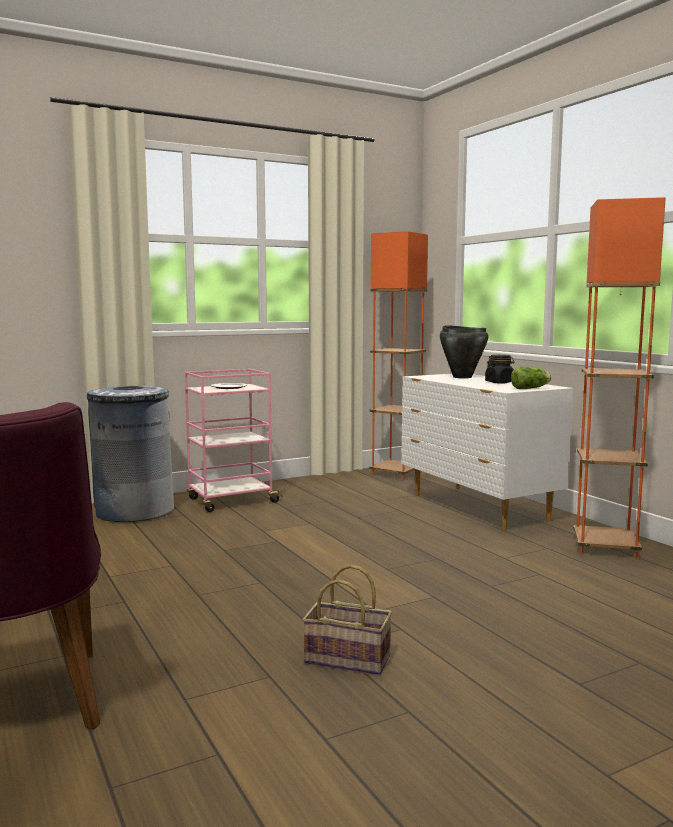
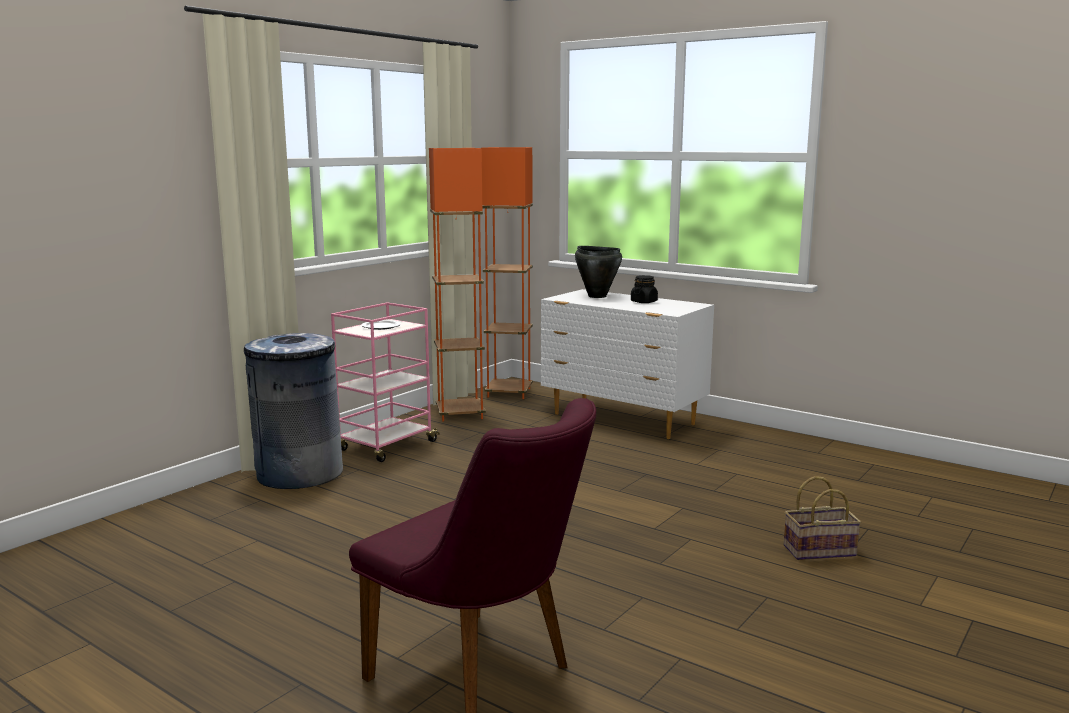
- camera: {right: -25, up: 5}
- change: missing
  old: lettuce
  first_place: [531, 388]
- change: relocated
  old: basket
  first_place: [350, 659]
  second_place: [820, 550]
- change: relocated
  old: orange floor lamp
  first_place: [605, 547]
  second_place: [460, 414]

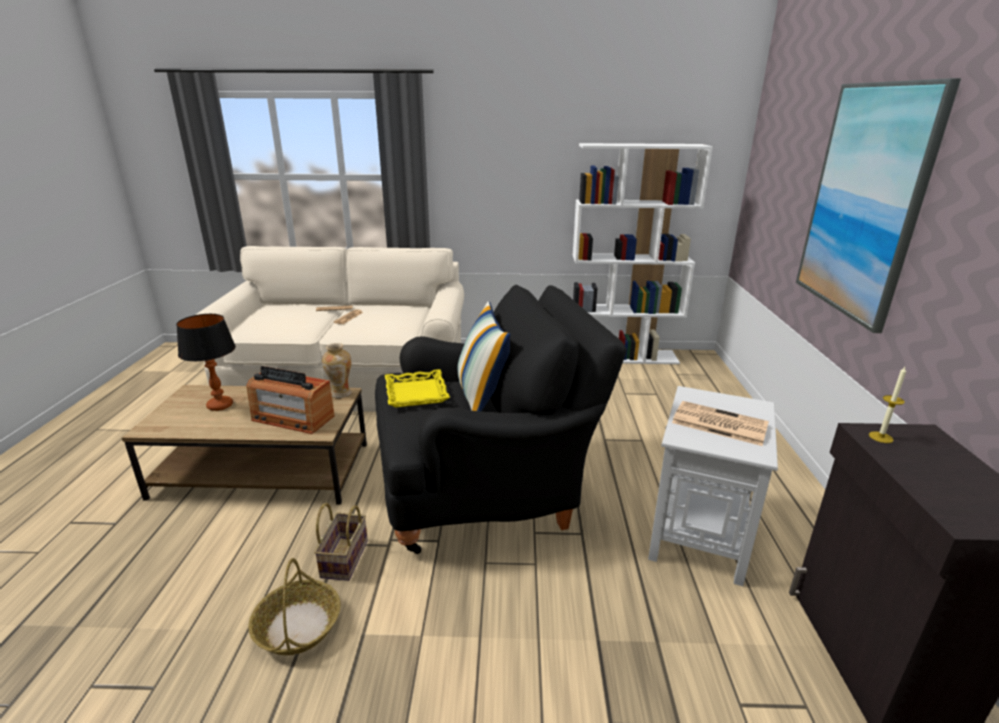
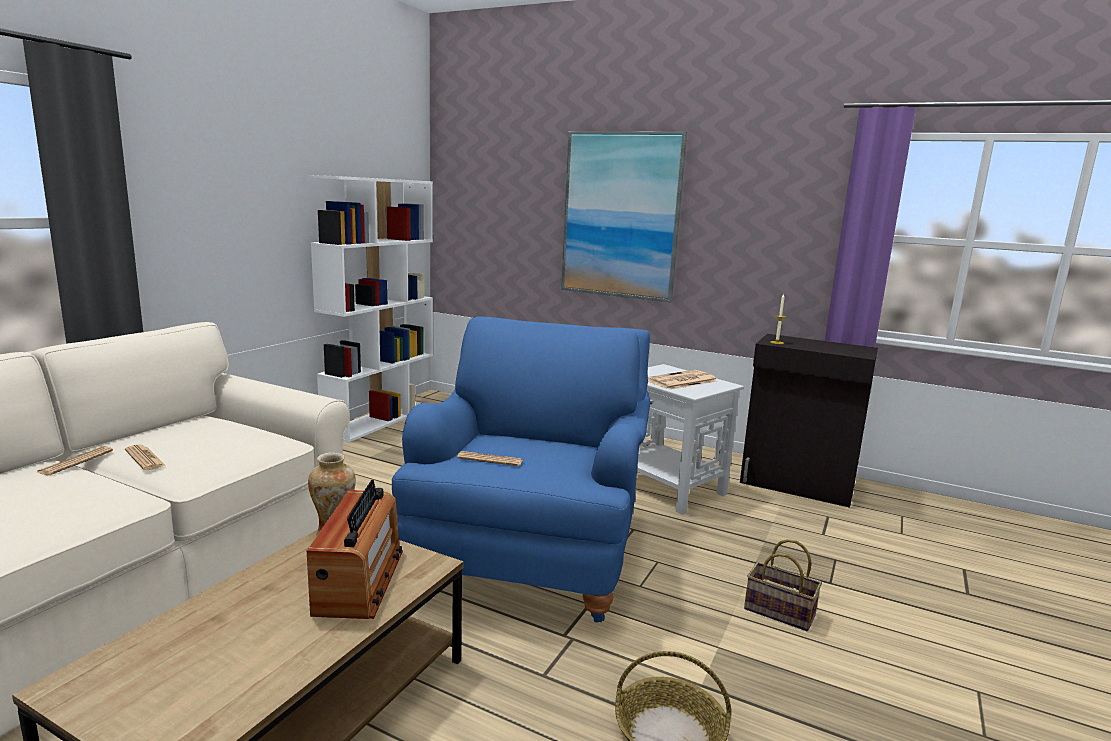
- camera: {right: -65, up: -10}
- change: missing
  old: table lamp
  first_place: [220, 406]
- change: missing
  old: pillow
  first_place: [482, 396]
- change: relocated
  old: basket
  first_place: [344, 557]
  second_place: [777, 612]
- change: exchanged
  old: yellow tray
  new: newspaper
  first_place: [417, 393]
  second_place: [490, 459]
- change: colour
  old: black armchair
  new: blue armchair
  first_place: [486, 490]
  second_place: [530, 554]
- change: spun
  old: radio
  first_place: [292, 418]
  second_place: [359, 581]
  degrees: -45

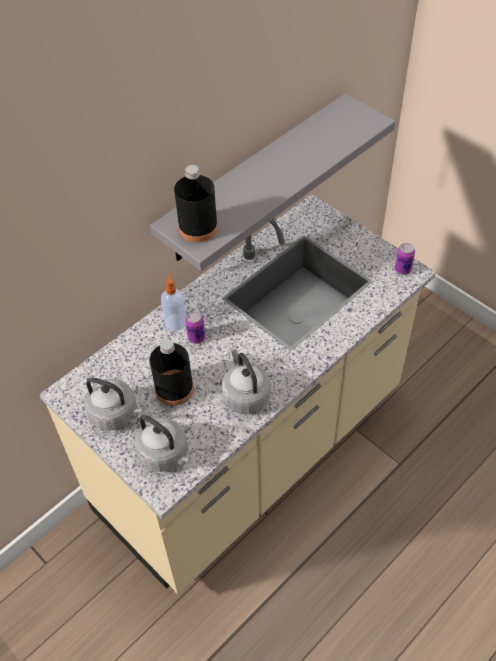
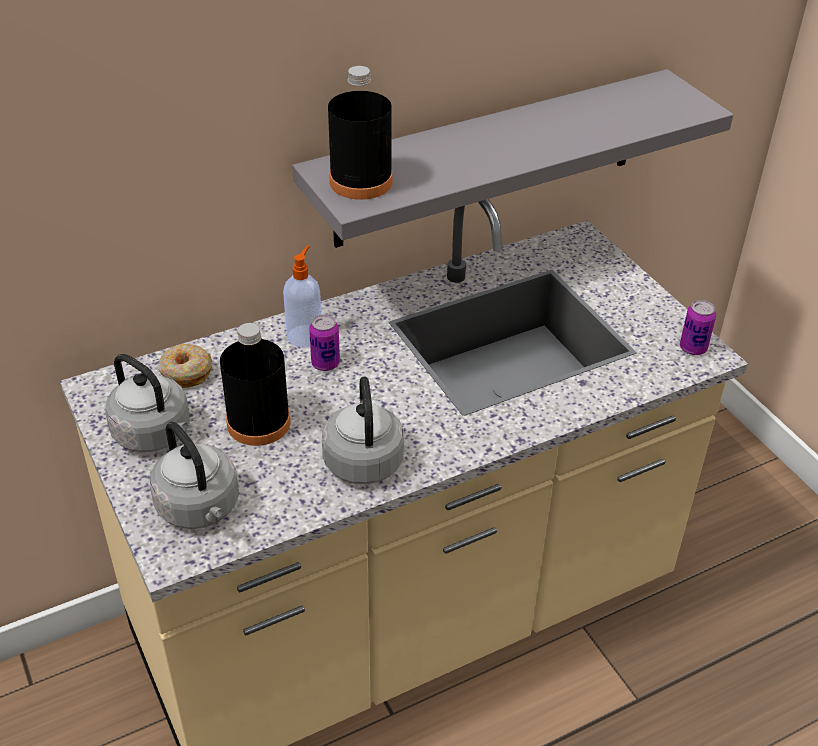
- camera: {right: 15, up: -10}
- change: appeared
  new: donut
  second_place: [186, 372]

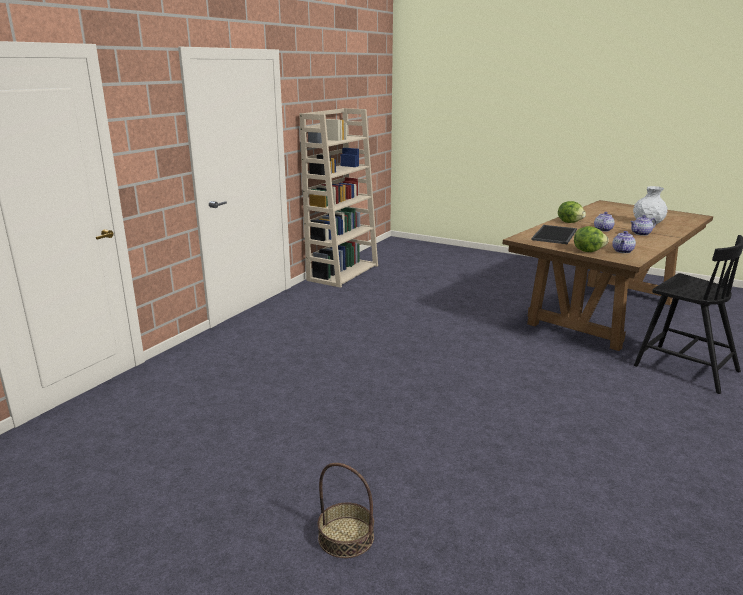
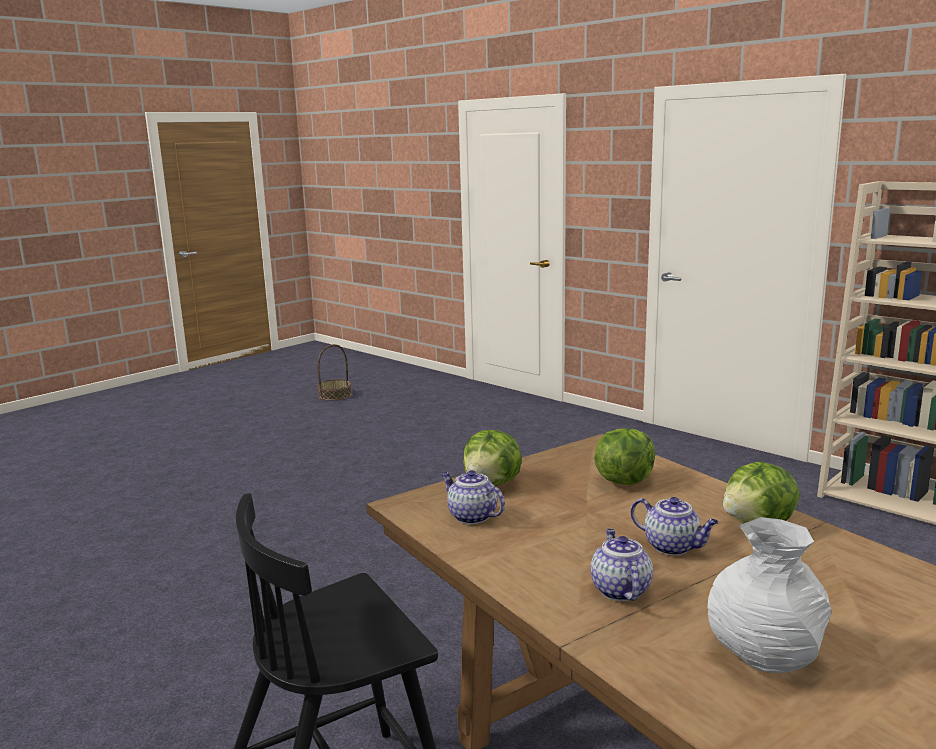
- camera: {right: 105, up: -5}
- change: relocated
  old: basket
  first_place: [346, 537]
  second_place: [335, 395]
- change: exchanged
  old: tray
  new: lettuce
  first_place: [555, 235]
  second_place: [624, 480]

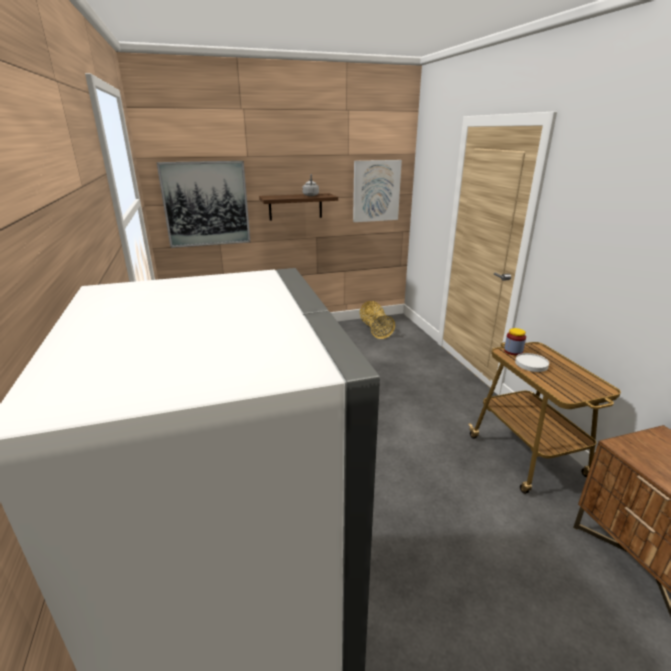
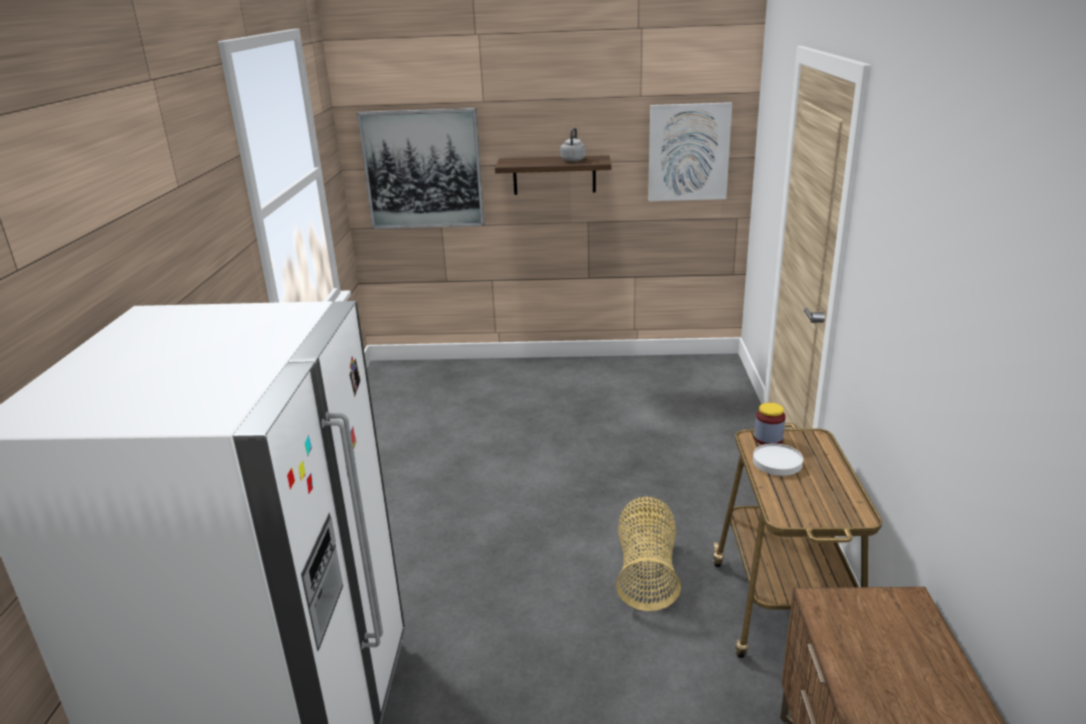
- camera: {right: 20, up: 0}
- change: relocated
  old: basket
  first_place: [375, 329]
  second_place: [647, 572]

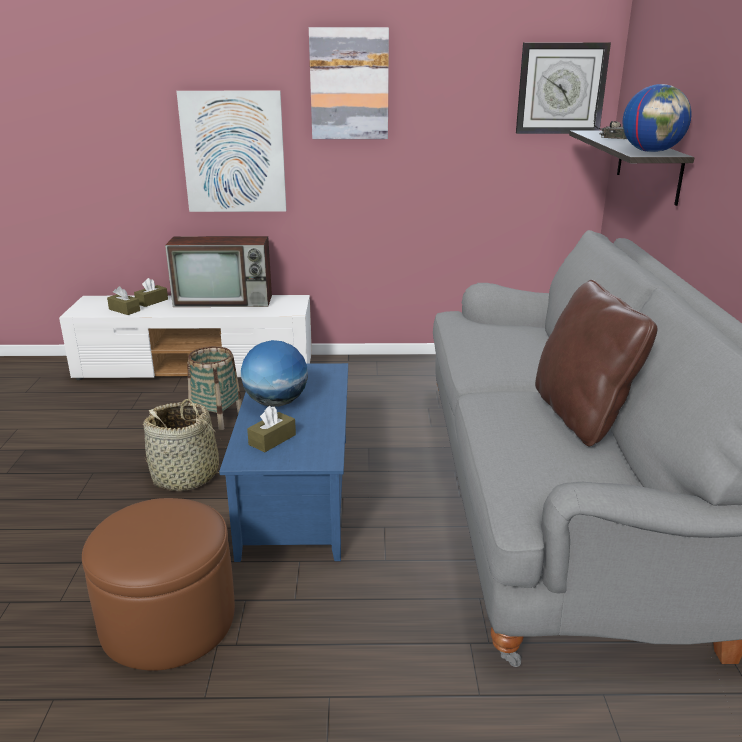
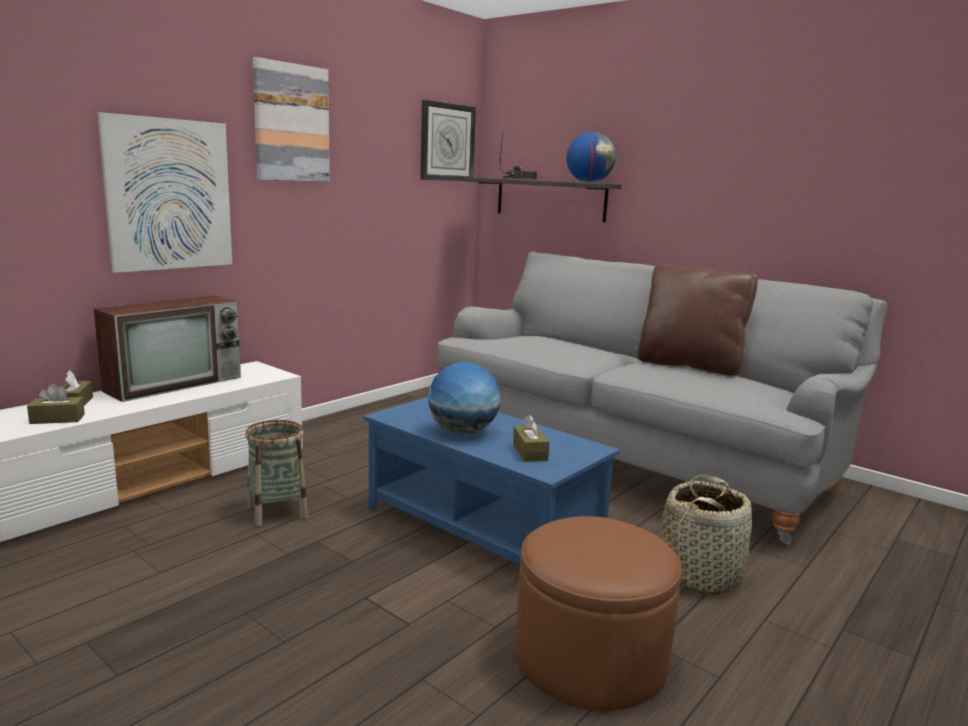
- camera: {right: -50, up: -10}
- change: relocated
  old: basket
  first_place: [186, 476]
  second_place: [701, 574]

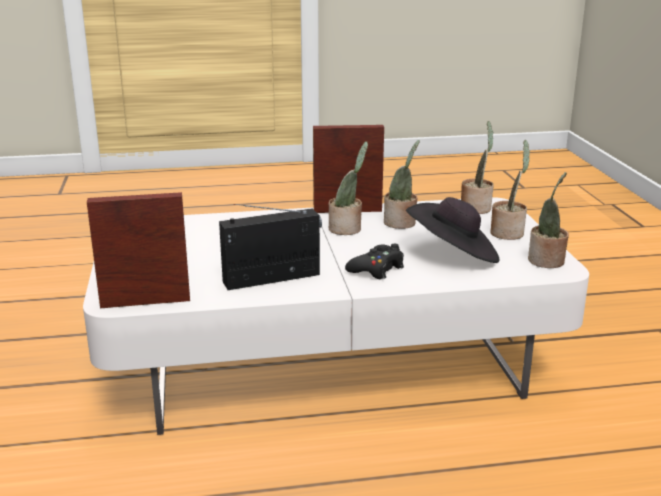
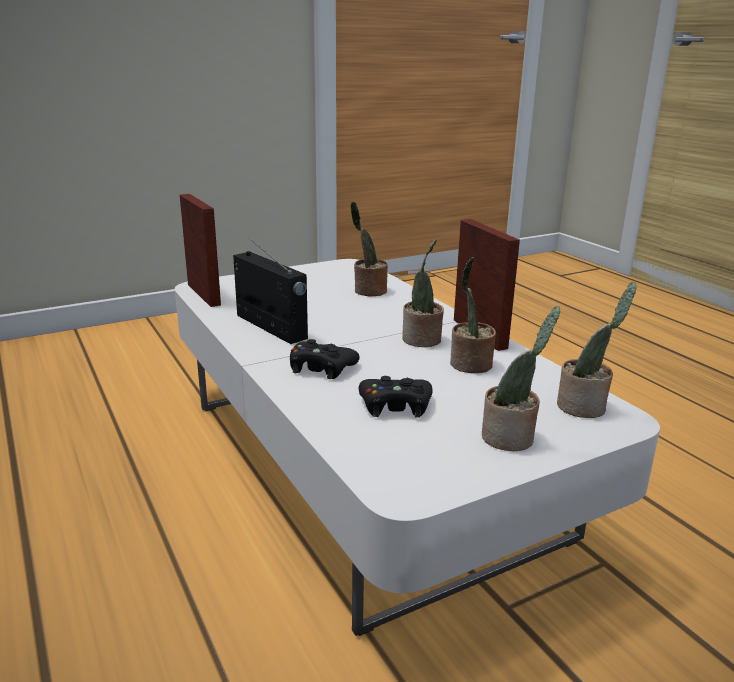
- camera: {right: 70, up: 0}
- change: relocated
  old: potted plant
  first_place: [546, 262]
  second_place: [368, 291]
- change: exchanged
  old: black hat
  new: black game controller
  first_place: [453, 255]
  second_place: [395, 406]

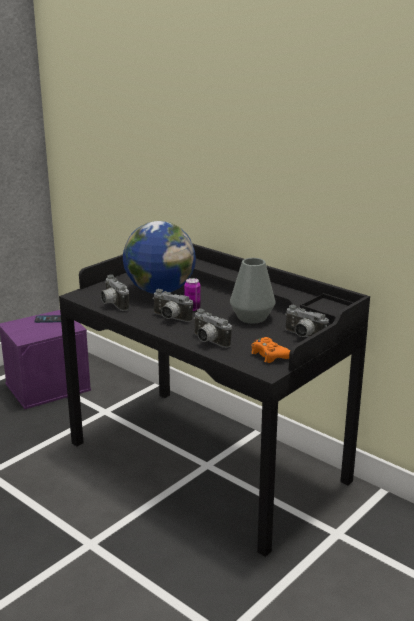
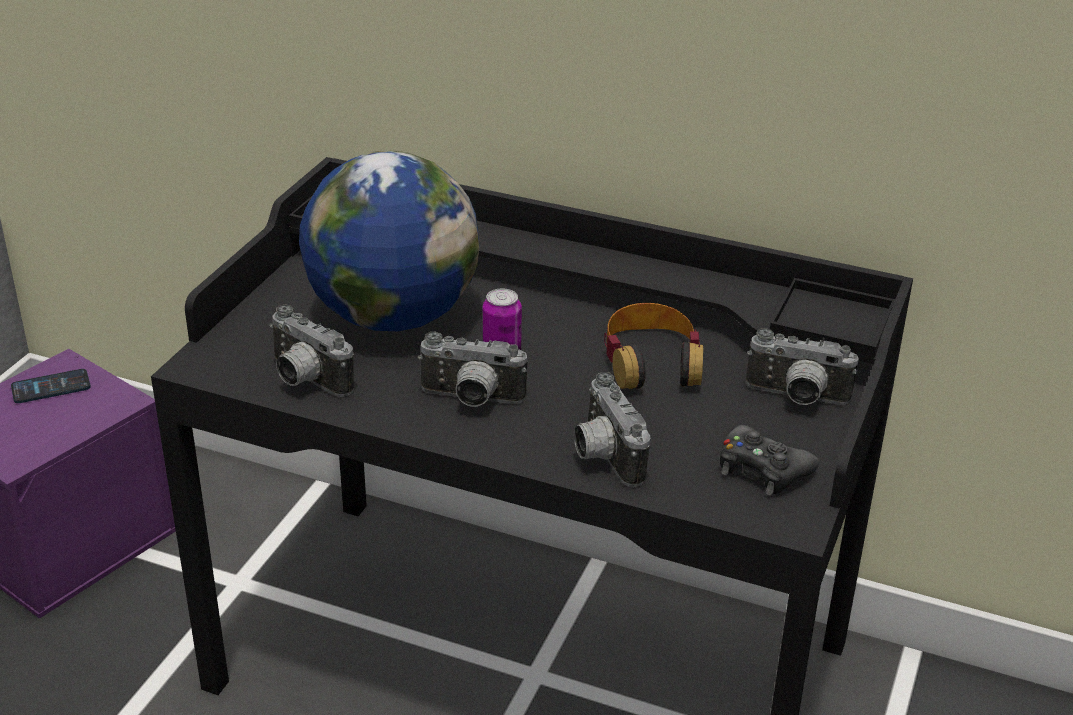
- camera: {right: -20, up: 10}
- change: exchanged
  old: grey vase
  new: headphones
  first_place: [252, 317]
  second_place: [652, 361]
- change: colour
  old: orange game controller
  new: black game controller
  first_place: [269, 355]
  second_place: [762, 470]
- change: spun
  old: photo camera
  first_place: [208, 341]
  second_place: [602, 456]
  degrees: 45

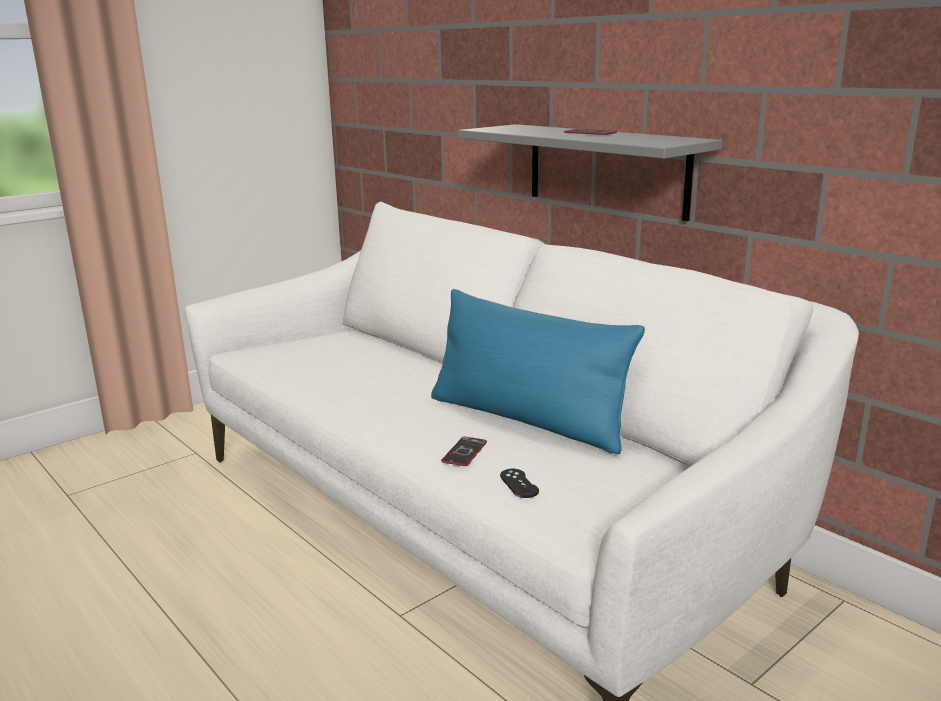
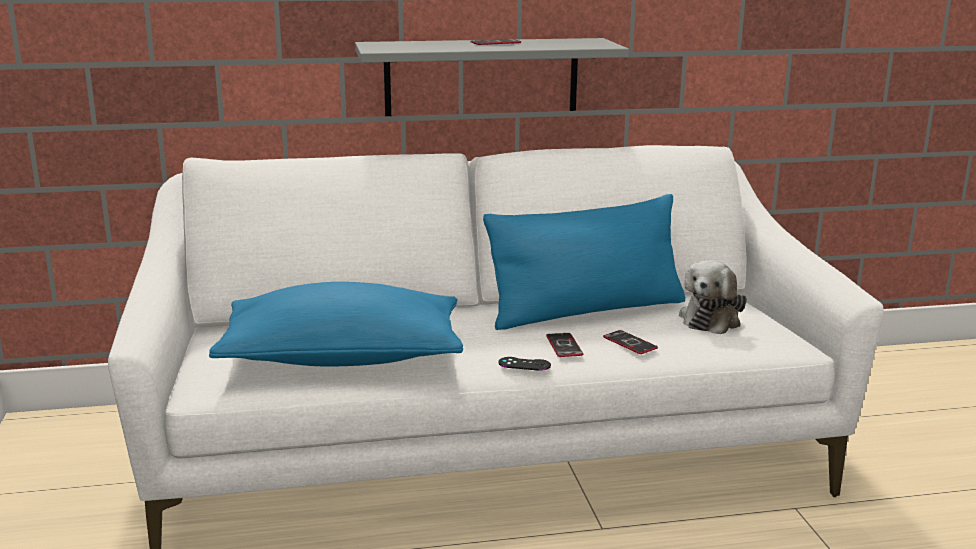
- camera: {right: -60, up: 0}
- change: appeared
  new: blue pillow
  second_place: [343, 358]
- change: appeared
  new: phone
  second_place: [564, 346]
- change: appeared
  new: plush toy
  second_place: [711, 319]
- change: relocated
  old: black game controller
  first_place: [519, 483]
  second_place: [524, 364]

